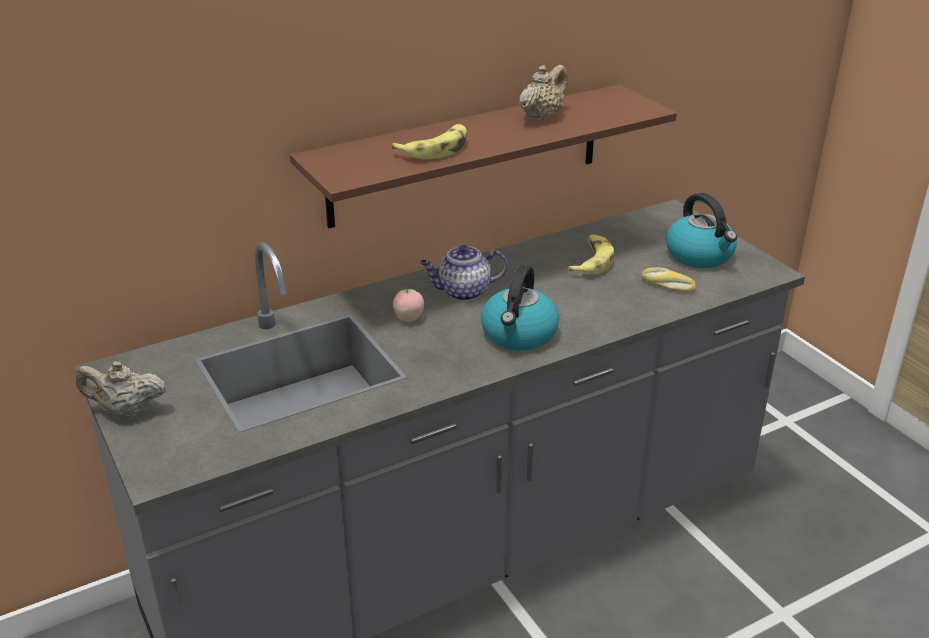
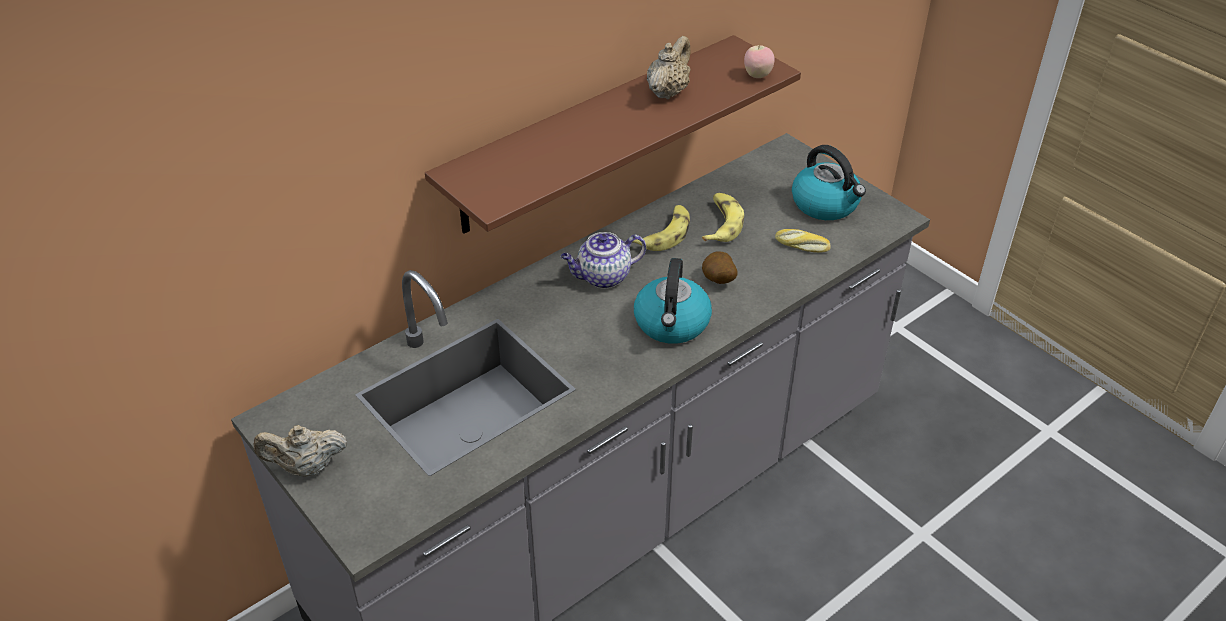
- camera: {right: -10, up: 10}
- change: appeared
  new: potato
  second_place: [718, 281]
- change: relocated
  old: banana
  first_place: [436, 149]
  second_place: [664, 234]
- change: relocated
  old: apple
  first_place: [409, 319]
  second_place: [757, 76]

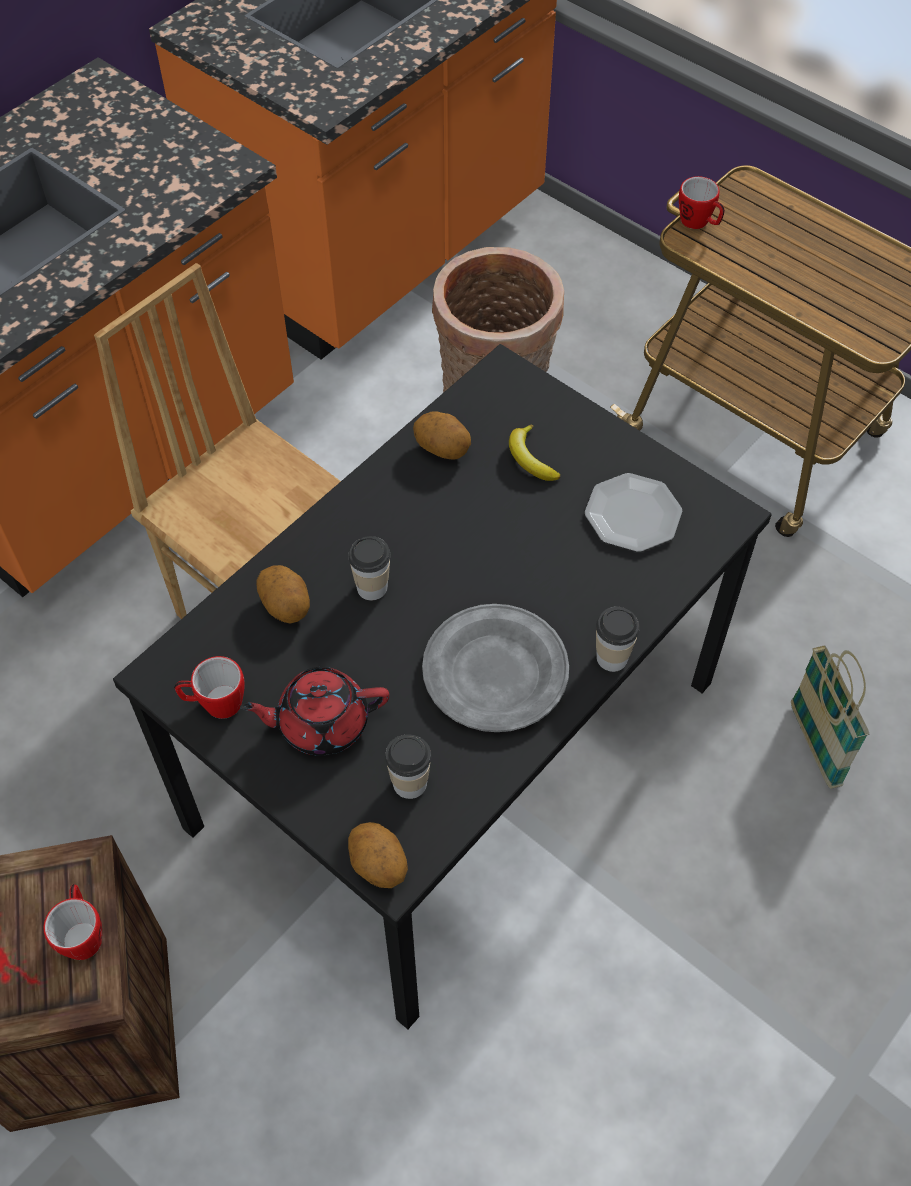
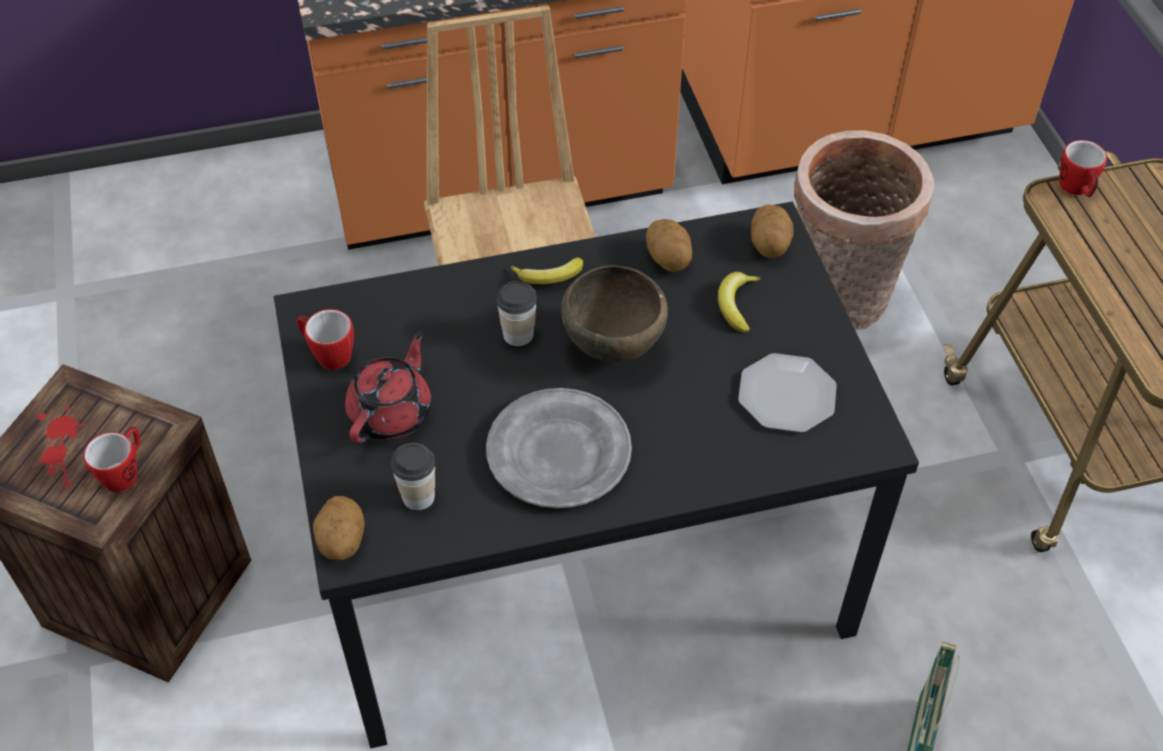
- camera: {right: 35, up: -5}
- change: missing
  old: cup
  first_place: [612, 657]
- change: appeared
  new: banana
  second_place: [549, 277]
- change: appeared
  new: brown bowl
  second_place: [614, 348]
- change: relocated
  old: potato
  first_place: [286, 606]
  second_place: [769, 245]
- change: spun
  old: red teapot
  first_place: [321, 722]
  second_place: [392, 412]
  degrees: 90

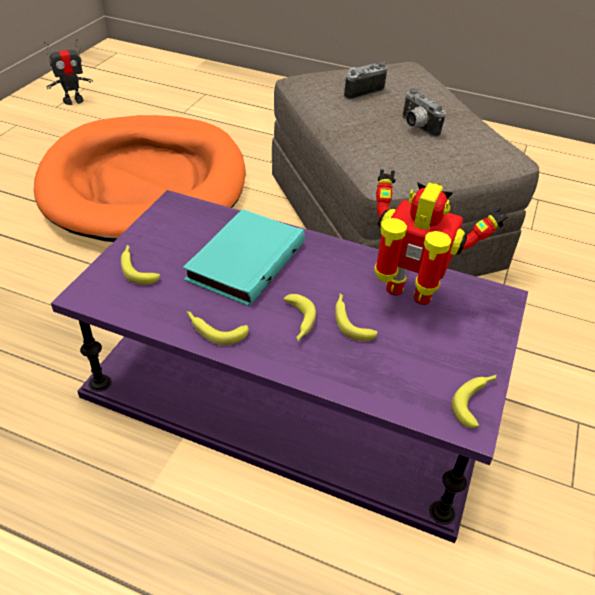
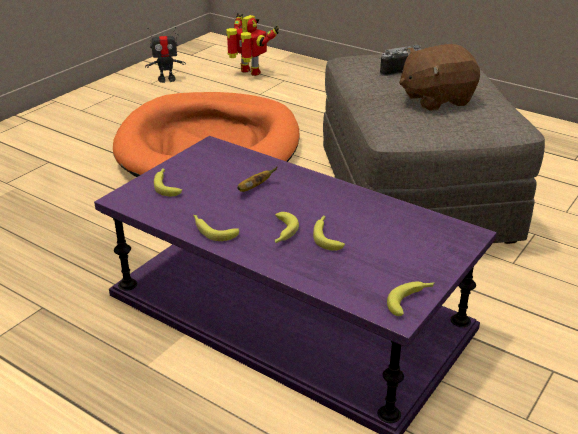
- camera: {right: 15, up: -10}
- change: relocated
  old: toy robot
  first_place: [409, 296]
  second_place: [250, 73]
- change: exchanged
  old: turquoise book
  new: banana
  first_place: [244, 260]
  second_place: [254, 188]
- change: exchanged
  old: photo camera
  new: brown plush toy
  first_place: [416, 127]
  second_place: [435, 99]

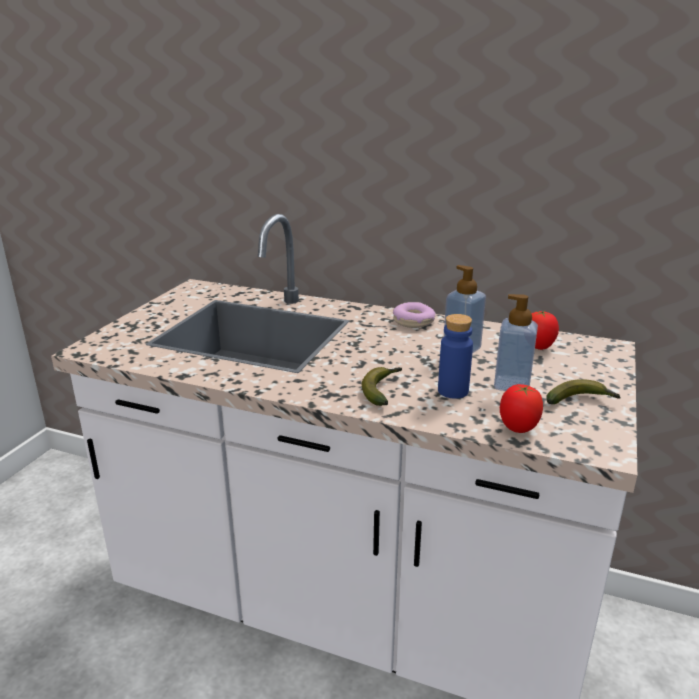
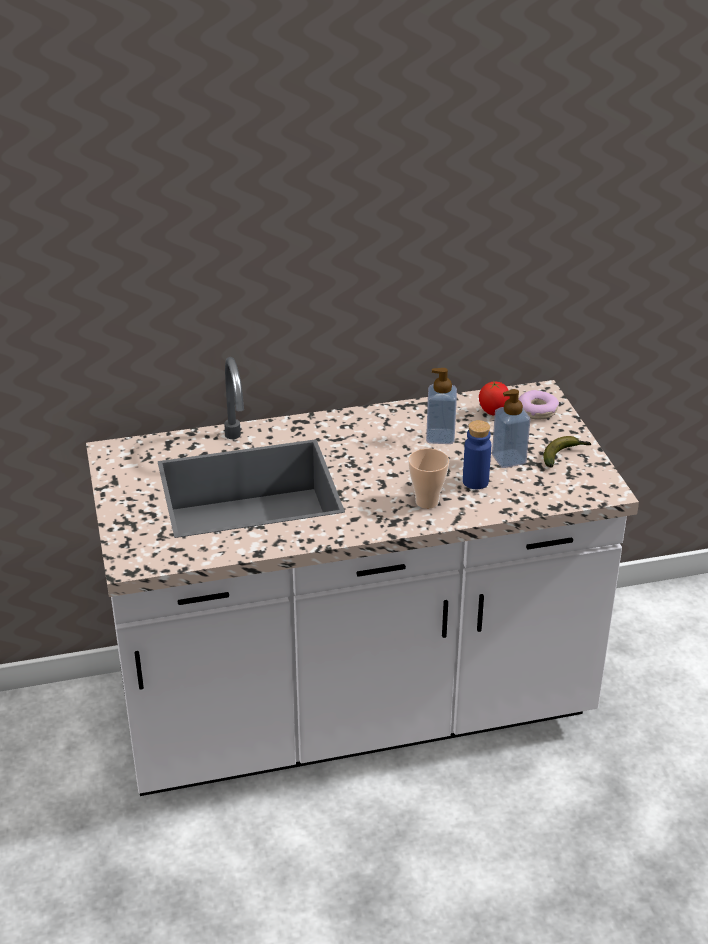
- camera: {right: -35, up: 10}
- change: missing
  old: tomato
  first_place: [518, 429]
- change: relocated
  old: donut
  first_place: [413, 322]
  second_place: [537, 411]
- change: exchanged
  old: banana
  new: cup
  first_place: [382, 390]
  second_place: [427, 502]

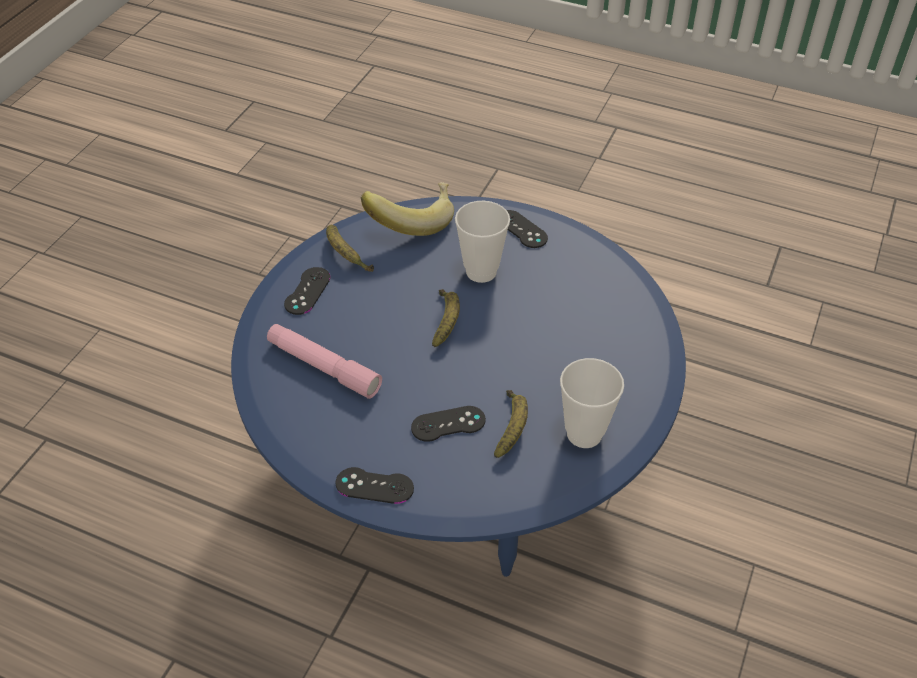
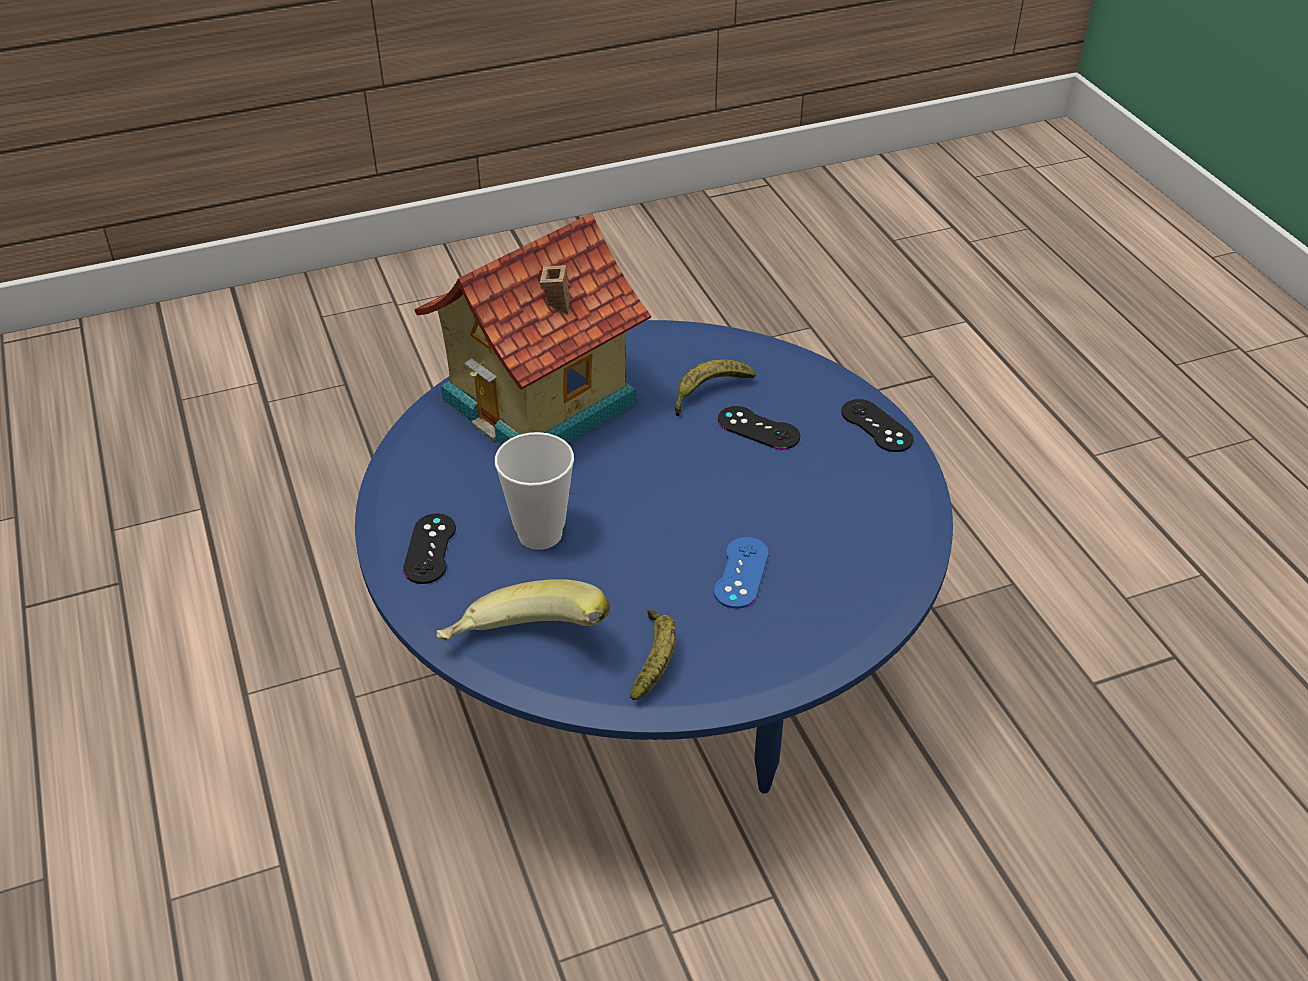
- camera: {right: -135, up: -5}
- change: missing
  old: pink flashlight
  first_place: [323, 367]
- change: missing
  old: black game controller
  first_place: [307, 291]
- change: missing
  old: banana
  first_place: [446, 321]
- change: missing
  old: cup
  first_place: [584, 434]
- change: appeared
  new: toy house
  second_place: [543, 403]
- change: appeared
  new: blue game controller
  second_place: [741, 573]

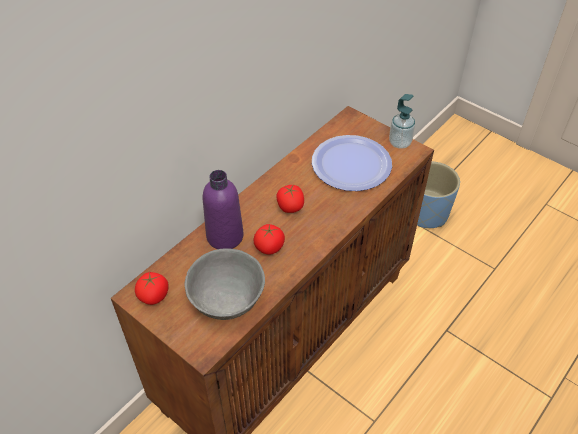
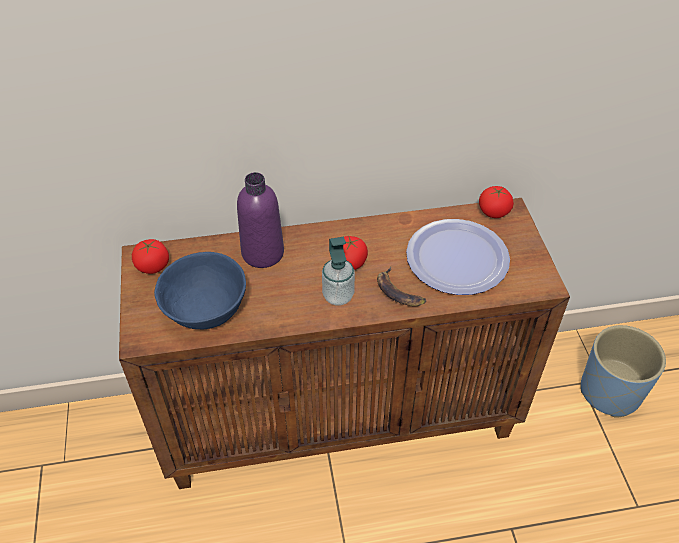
- camera: {right: 40, up: 0}
- change: appeared
  new: banana
  second_place: [399, 292]
- change: relocated
  old: tomato
  first_place: [269, 247]
  second_place: [493, 212]
- change: relocated
  old: soap dispenser
  first_place: [399, 143]
  second_place: [338, 296]
- change: colour
  old: grey bowl
  new: blue bowl
  first_place: [227, 299]
  second_place: [205, 308]

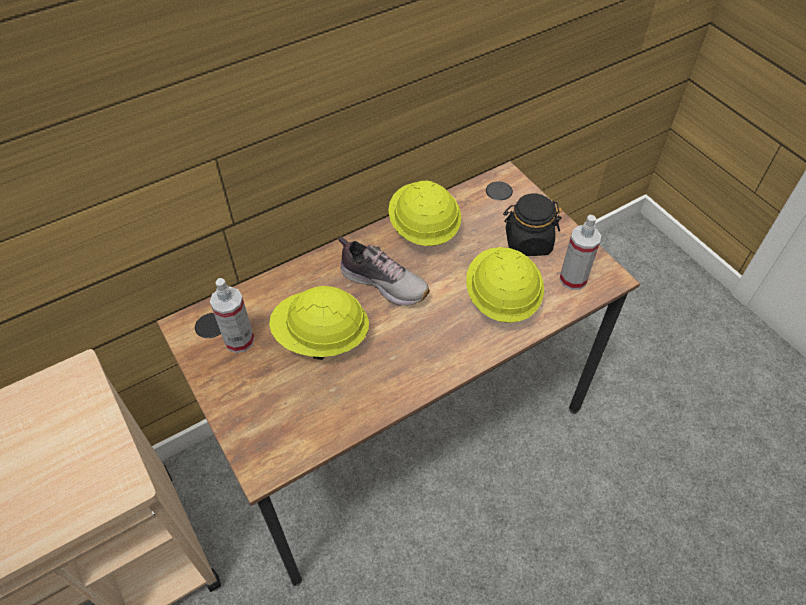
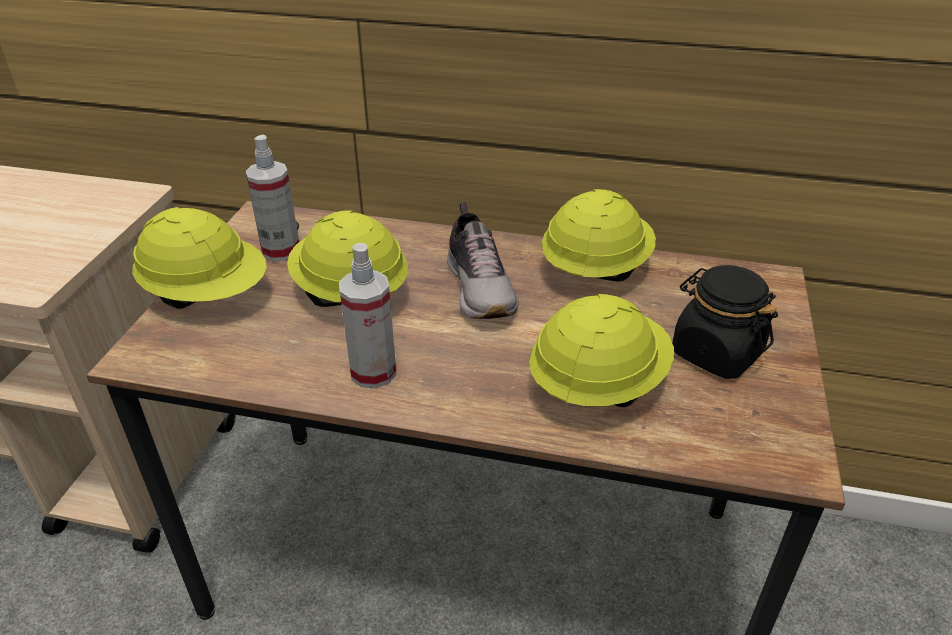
- camera: {right: 45, up: -15}
- change: appeared
  new: yellow hard hat
  second_place: [208, 295]
- change: relocated
  old: spray bottle
  first_place: [573, 279]
  second_place: [373, 372]

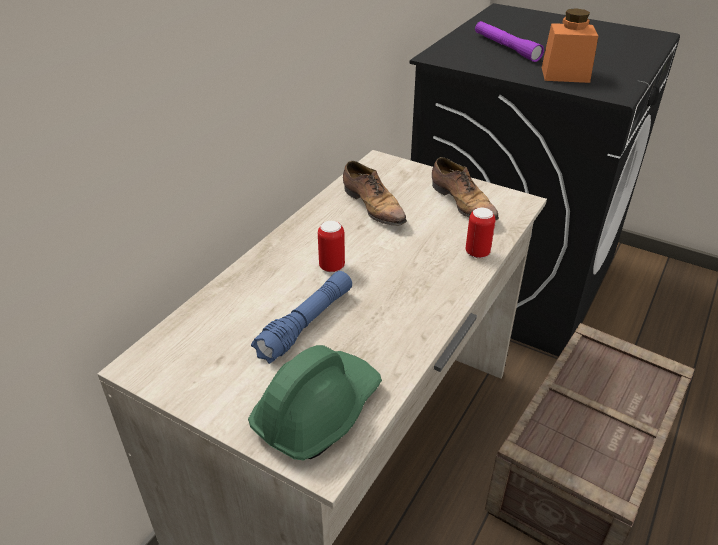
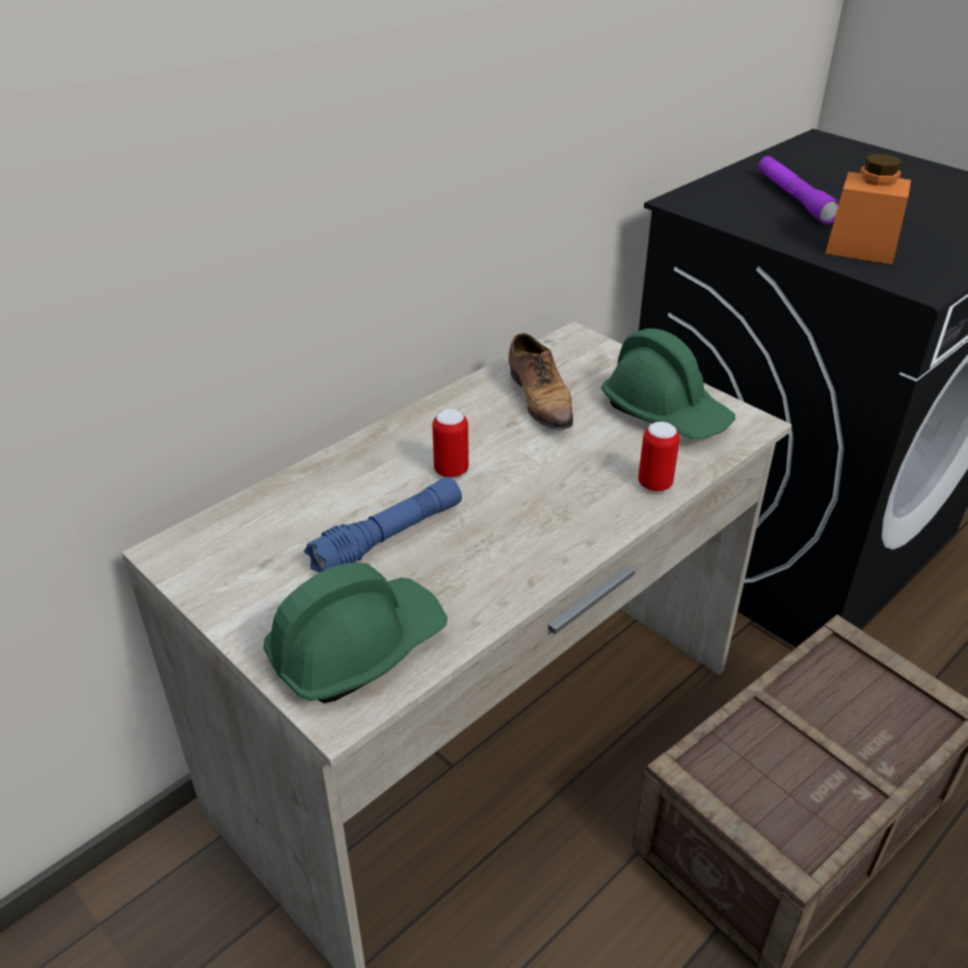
- camera: {right: 15, up: 0}
- change: exchanged
  old: shoe
  new: green hard hat
  first_place: [462, 203]
  second_place: [665, 412]

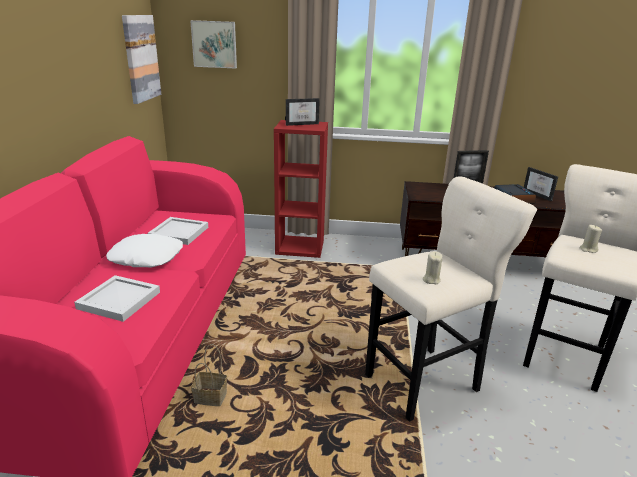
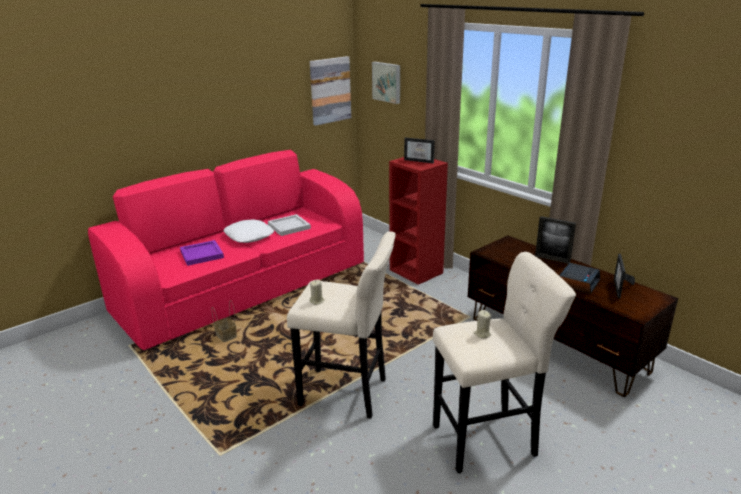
- camera: {right: 45, up: 0}
- change: colour
  old: white tray
  new: purple tray
  first_place: [119, 301]
  second_place: [201, 255]

